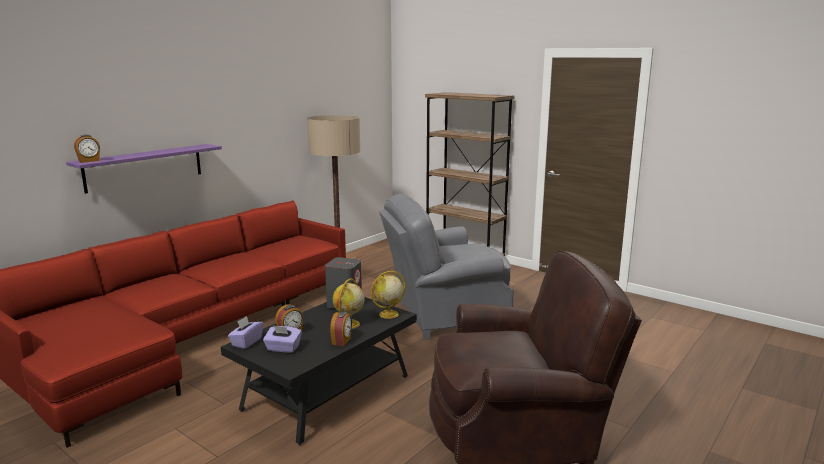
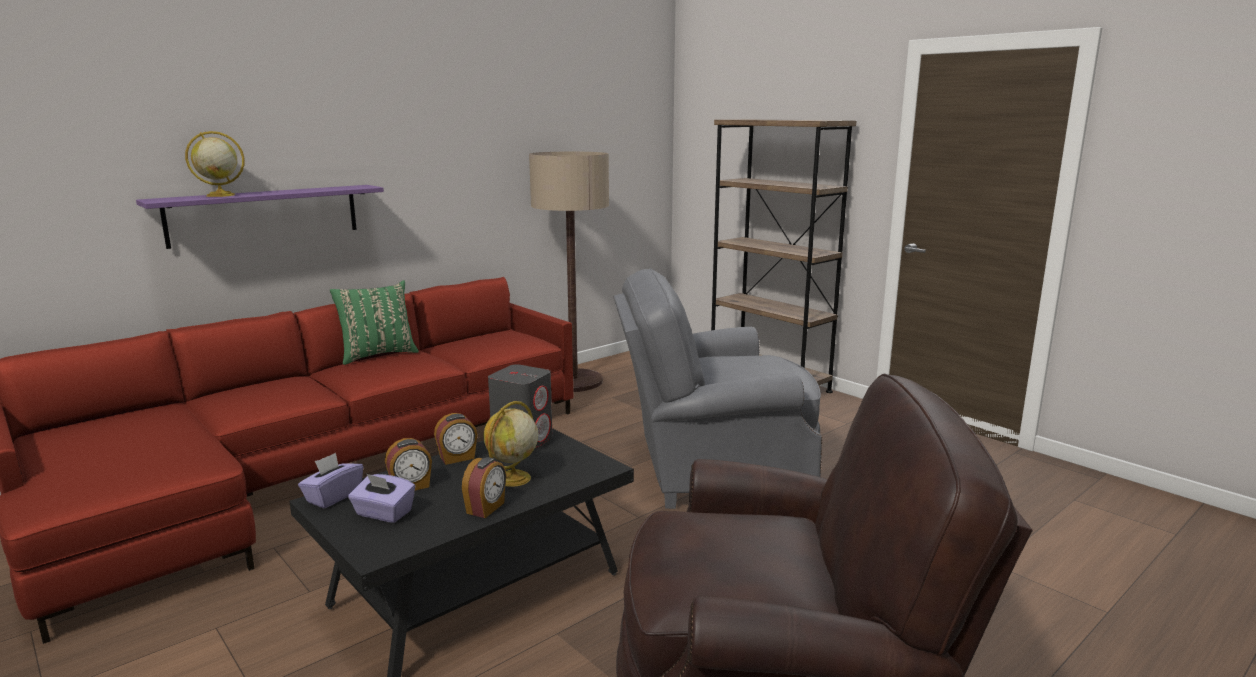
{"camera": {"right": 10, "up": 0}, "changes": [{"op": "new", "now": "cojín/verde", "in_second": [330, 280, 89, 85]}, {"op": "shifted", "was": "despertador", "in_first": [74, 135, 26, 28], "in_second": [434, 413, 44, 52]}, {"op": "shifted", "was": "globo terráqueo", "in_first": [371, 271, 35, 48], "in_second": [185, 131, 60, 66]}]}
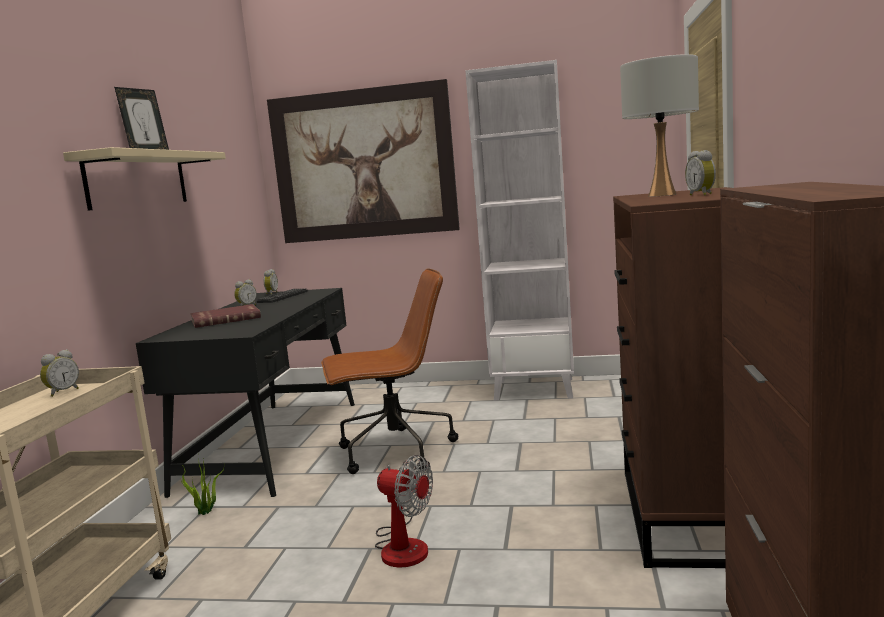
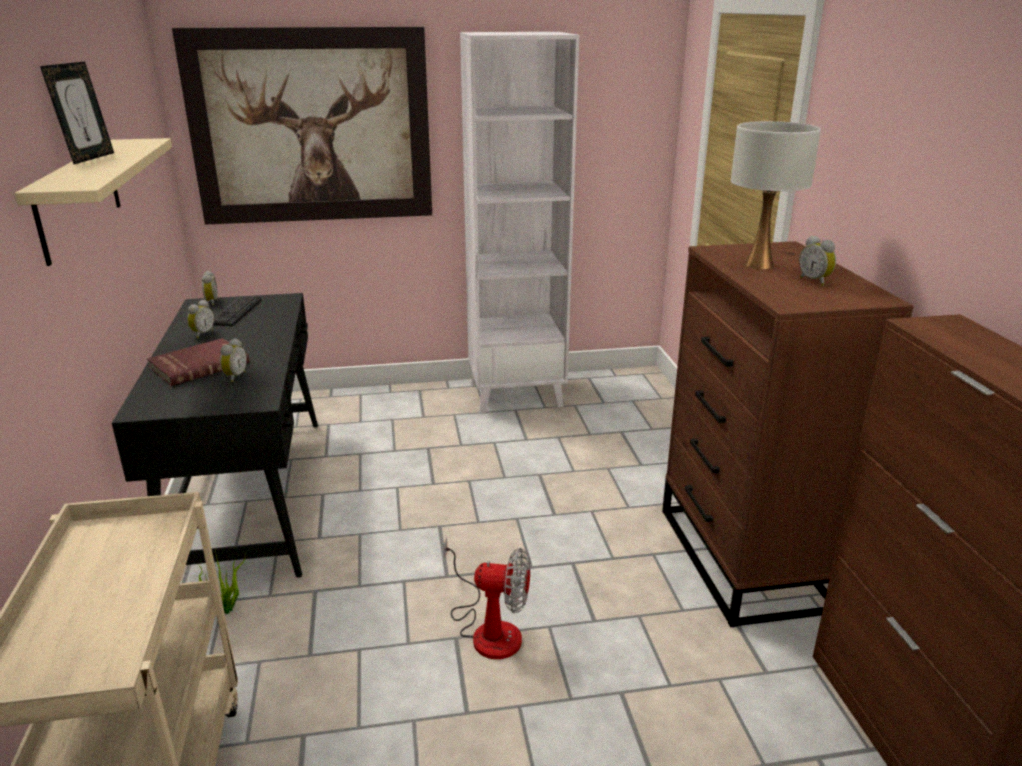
{"camera": {"right": -20, "up": 15}, "changes": [{"op": "gone", "was": "silla de oficina/marrón", "in_first": [321, 268, 137, 206]}, {"op": "shifted", "was": "despertador", "in_first": [40, 349, 39, 48], "in_second": [220, 338, 27, 44]}]}
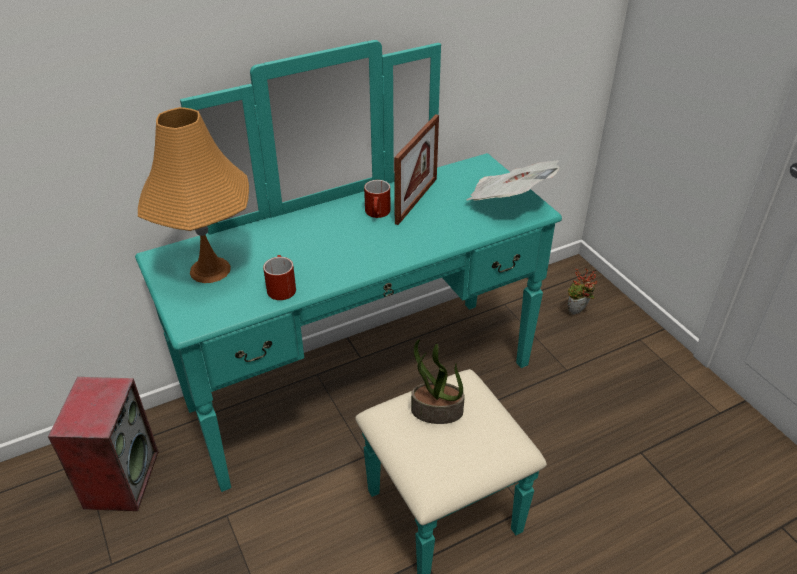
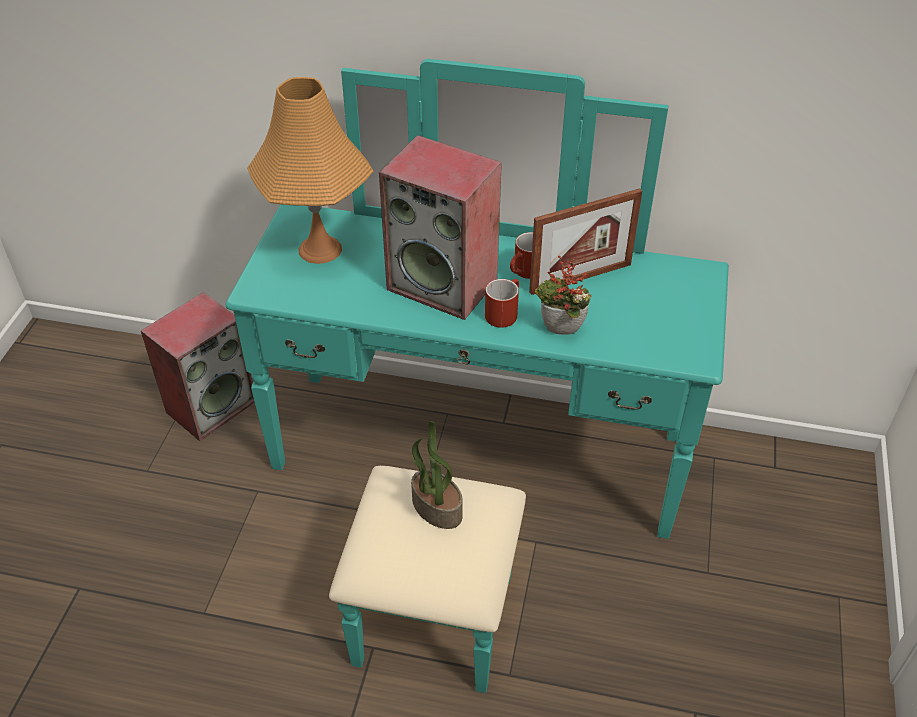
{"camera": {"right": 40, "up": 5}, "changes": [{"op": "gone", "was": "periódico", "in_first": [466, 160, 93, 41]}, {"op": "new", "now": "altavoz", "in_second": [379, 135, 123, 185]}, {"op": "shifted", "was": "taza grande/rojo", "in_first": [263, 255, 33, 45], "in_second": [485, 279, 34, 49]}, {"op": "shifted", "was": "planta en maceta", "in_first": [568, 268, 30, 46], "in_second": [535, 256, 57, 79]}]}
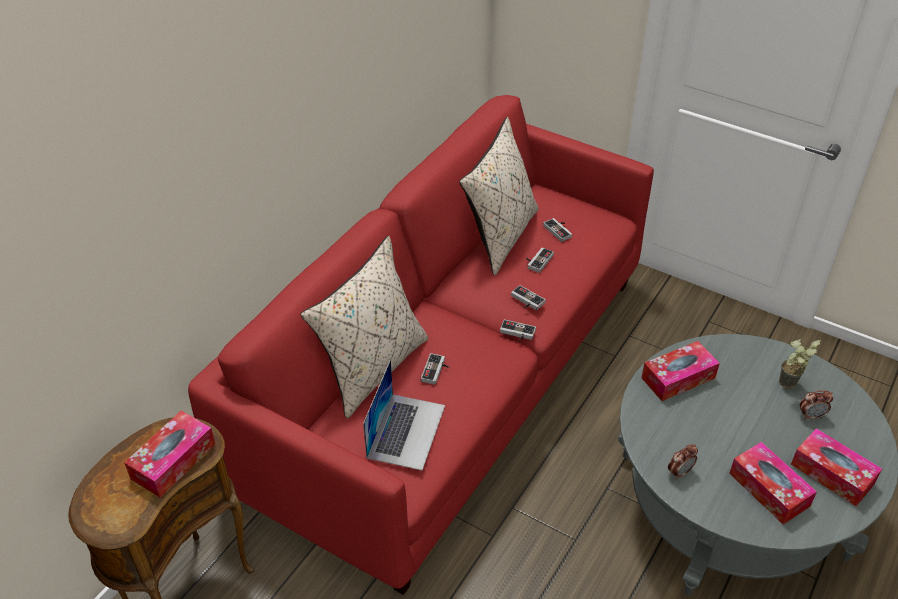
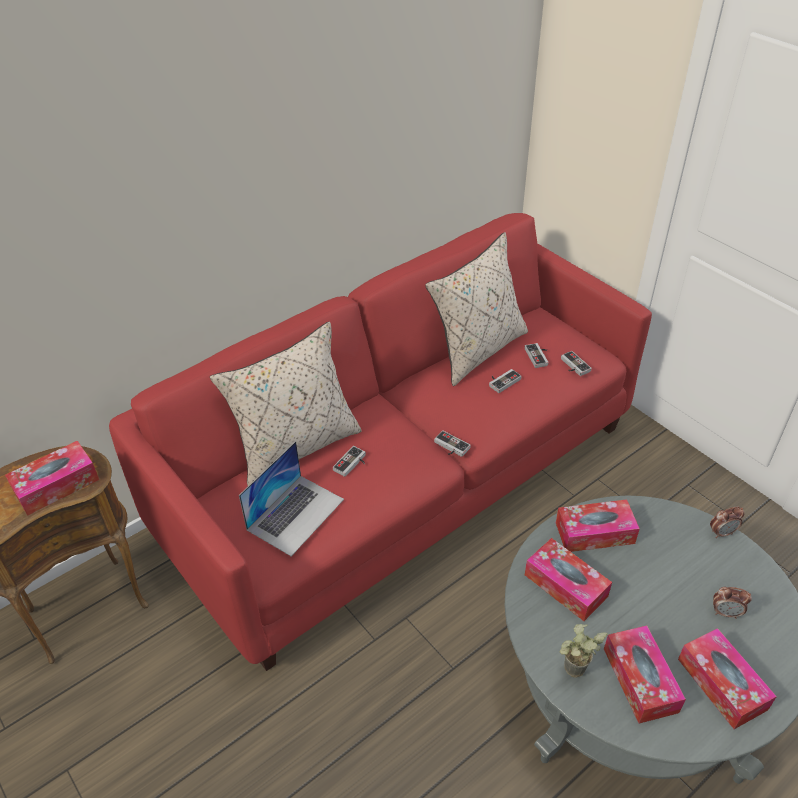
{"camera": {"right": 20, "up": 0}, "changes": [{"op": "new", "now": "caja de pañuelos", "in_second": [525, 538, 87, 83]}, {"op": "shifted", "was": "mando de consola", "in_first": [511, 285, 35, 25], "in_second": [561, 351, 31, 25]}, {"op": "shifted", "was": "despertador", "in_first": [668, 444, 30, 36], "in_second": [710, 506, 34, 32]}, {"op": "shifted", "was": "planta en maceta", "in_first": [779, 339, 42, 50], "in_second": [559, 624, 49, 54]}]}
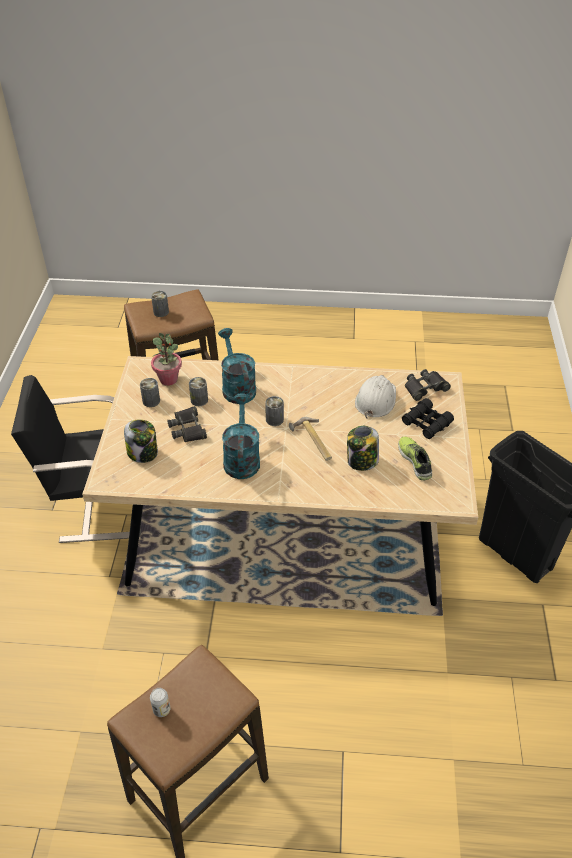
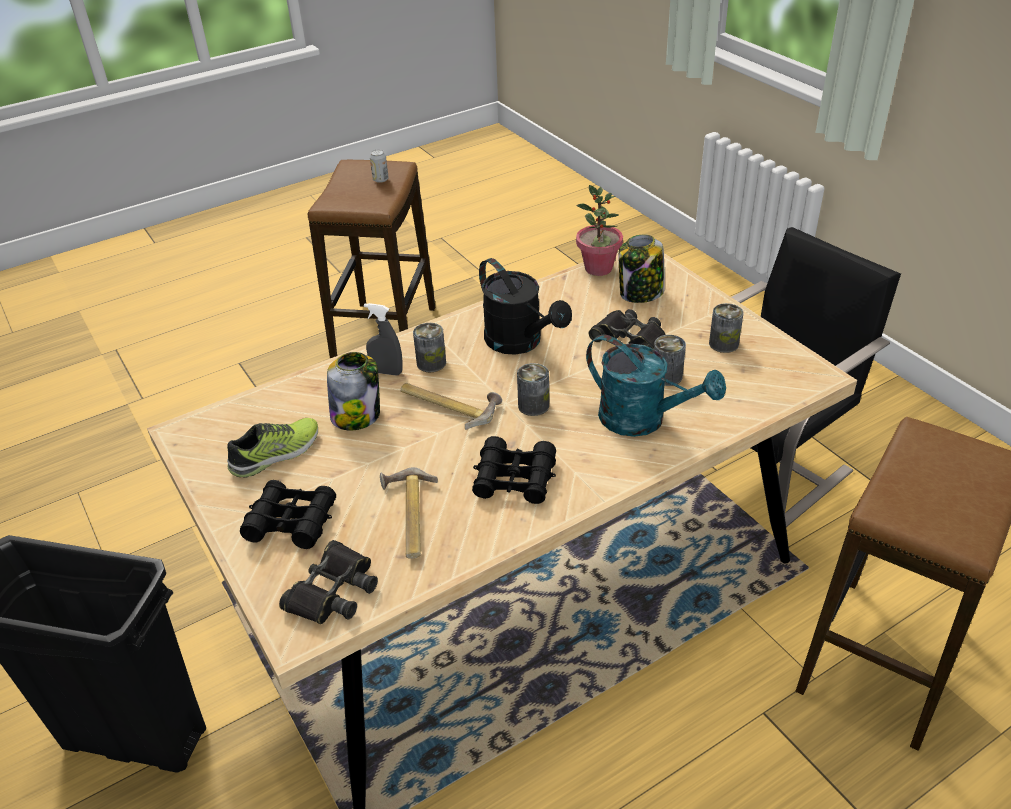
{"camera": {"right": 145, "up": -5}, "changes": [{"op": "new", "now": "pulverizador/gris", "in_second": [364, 303, 39, 73]}, {"op": "new", "now": "prismáticos/negro", "in_second": [472, 436, 84, 68]}, {"op": "shifted", "was": "lata", "in_first": [151, 291, 18, 26], "in_second": [413, 323, 33, 49]}, {"op": "shifted", "was": "planta en maceta", "in_first": [151, 333, 31, 53], "in_second": [576, 185, 47, 91]}, {"op": "swapped", "was": "casco/blanco", "now": "martillo", "in_first": [355, 375, 41, 43], "in_second": [380, 467, 58, 92]}, {"op": "repainted", "was": "regadera/turquesa", "now": "regadera/negro", "in_first": [222, 393, 38, 86], "in_second": [479, 258, 93, 97]}, {"op": "rotated", "was": "zapato", "in_first": [398, 437, 34, 43], "in_second": [227, 418, 91, 59], "clockwise": -75}]}
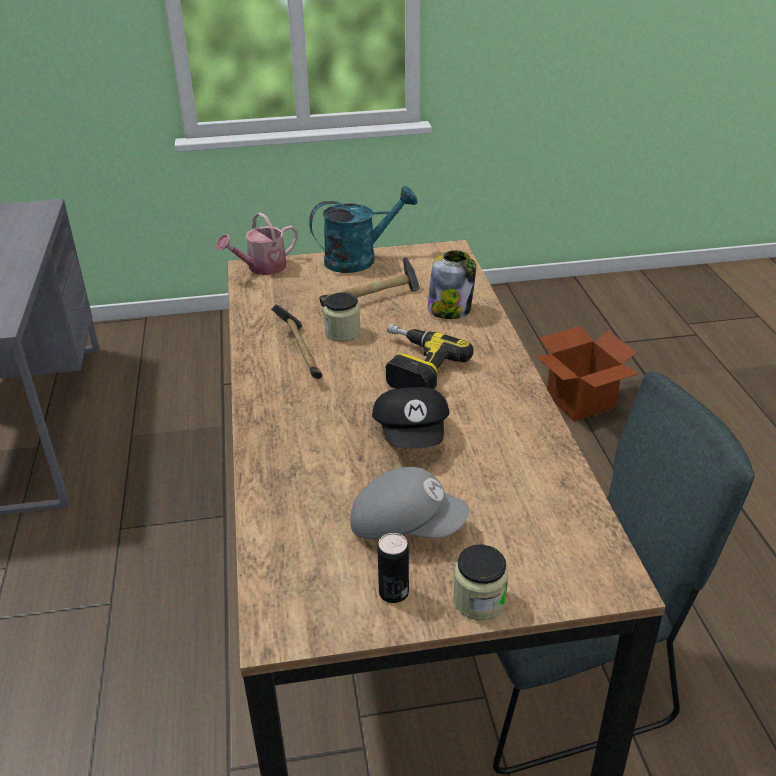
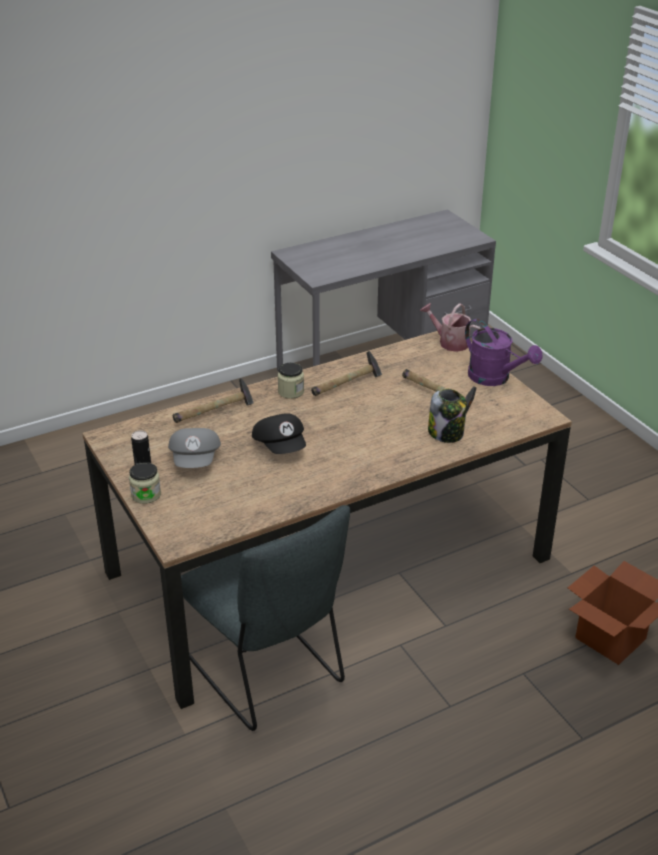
{"camera": {"right": 70, "up": 0}, "changes": [{"op": "gone", "was": "taladro", "in_first": [386, 324, 88, 65]}, {"op": "new", "now": "martillo", "in_second": [173, 378, 81, 45]}, {"op": "shifted", "was": "tarro", "in_first": [323, 292, 38, 50], "in_second": [278, 363, 26, 36]}, {"op": "repainted", "was": "regadera/turquesa", "now": "regadera/morado", "in_first": [309, 186, 109, 87], "in_second": [465, 319, 77, 67]}, {"op": "rotated", "was": "gorra/negro", "in_first": [372, 387, 77, 62], "in_second": [252, 413, 54, 41], "clockwise": -90}]}
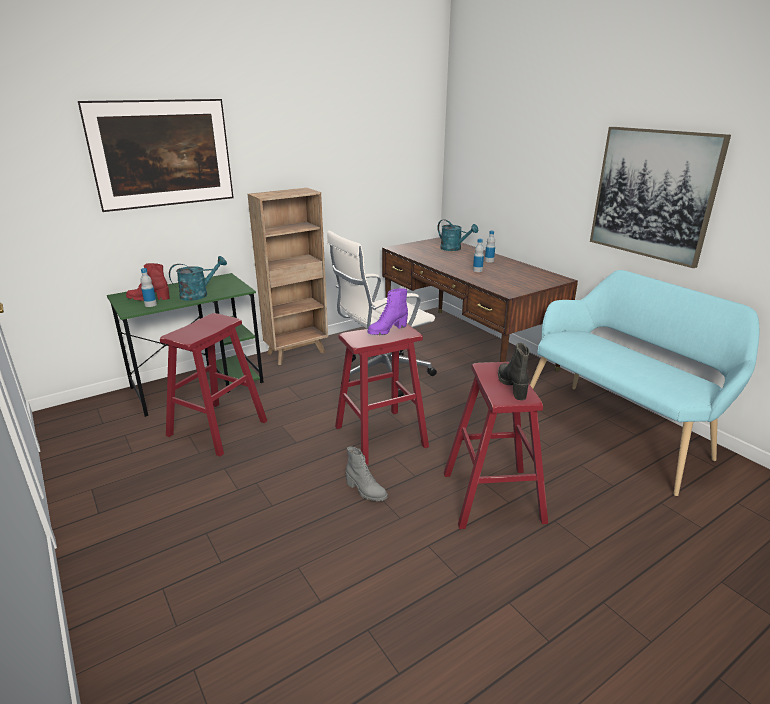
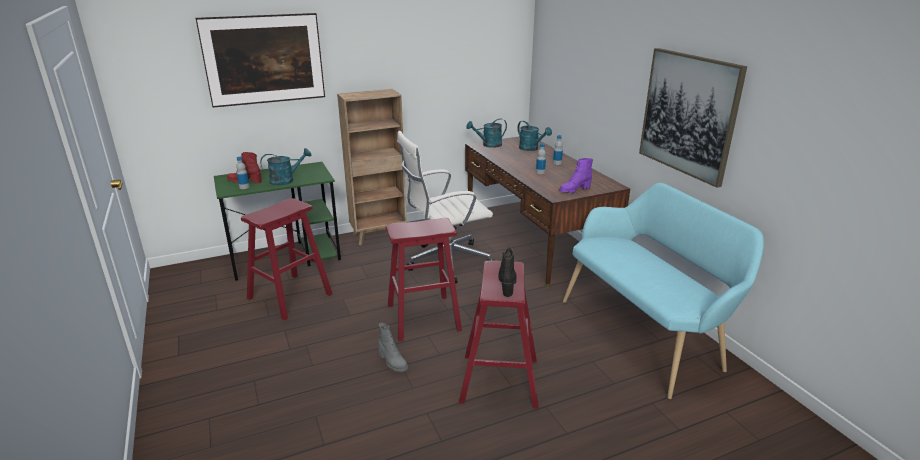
{"camera": {"right": 10, "up": 0}, "changes": [{"op": "new", "now": "regadera/turquesa", "in_second": [466, 118, 41, 30]}, {"op": "shifted", "was": "bota/morado", "in_first": [368, 288, 40, 47], "in_second": [559, 158, 34, 35]}]}
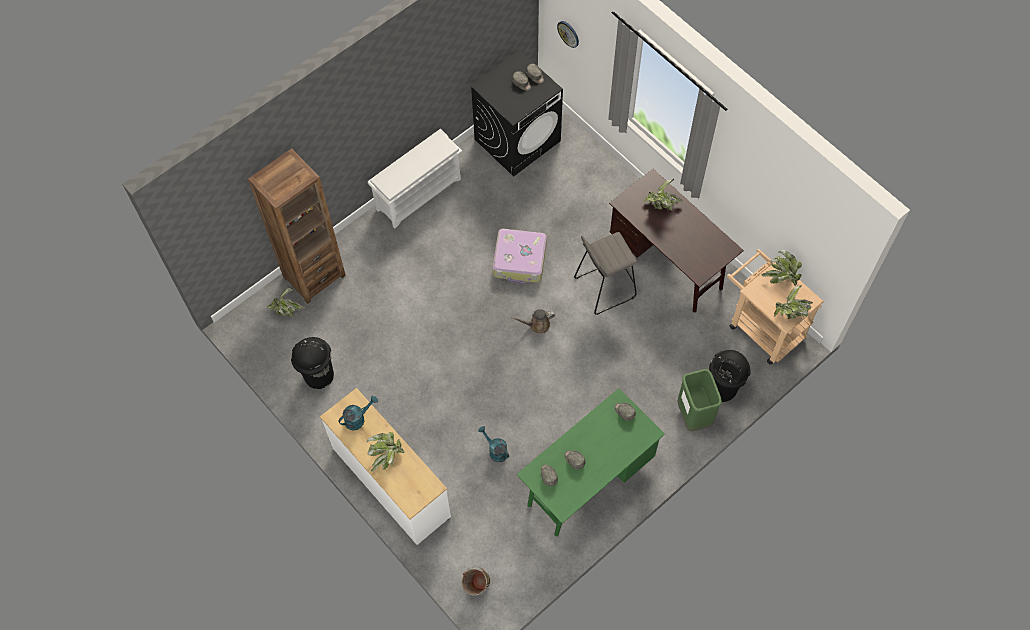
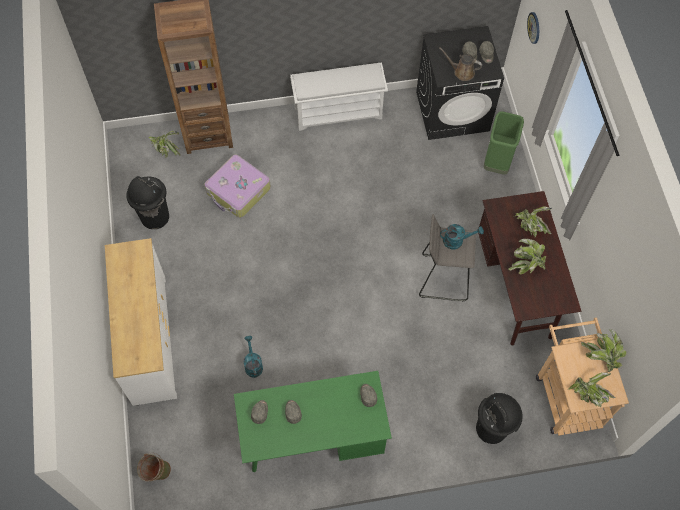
{"camera": {"right": 30, "up": 0}, "changes": [{"op": "shifted", "was": "regadera/turquesa", "in_first": [339, 396, 39, 34], "in_second": [440, 224, 44, 25]}, {"op": "shifted", "was": "planta en maceta", "in_first": [366, 432, 38, 40], "in_second": [508, 239, 38, 35]}, {"op": "shifted", "was": "maleta", "in_first": [493, 229, 54, 55], "in_second": [204, 155, 67, 63]}, {"op": "shifted", "was": "regadera/marrón", "in_first": [511, 309, 44, 24], "in_second": [439, 48, 43, 33]}, {"op": "shifted", "was": "papelera/verde", "in_first": [678, 369, 44, 63], "in_second": [484, 111, 40, 64]}]}
